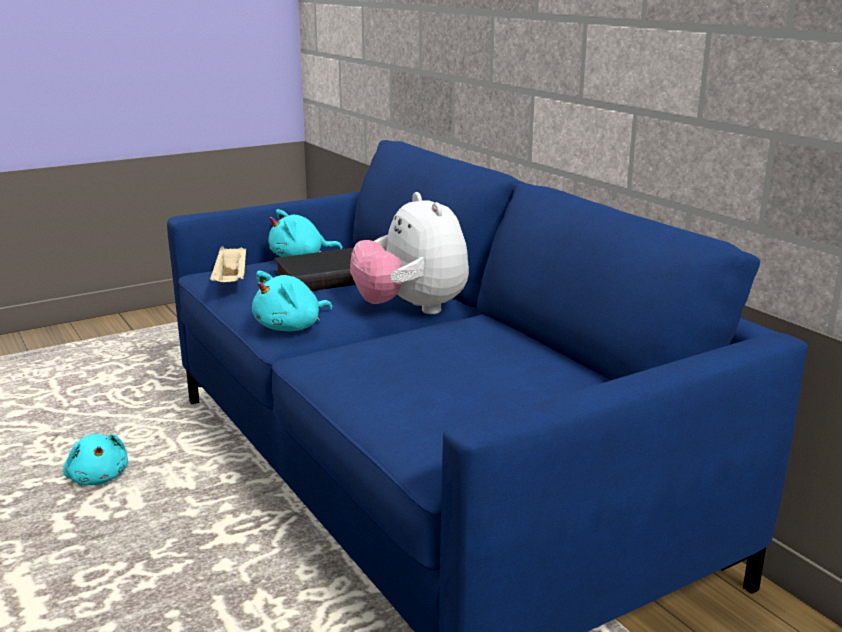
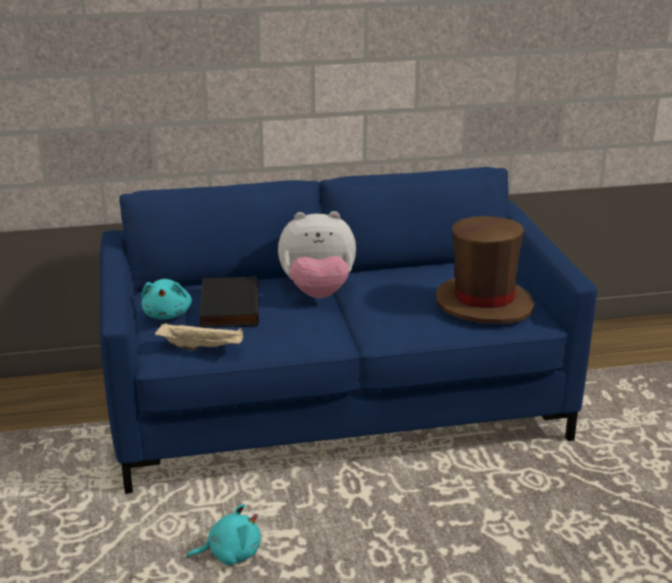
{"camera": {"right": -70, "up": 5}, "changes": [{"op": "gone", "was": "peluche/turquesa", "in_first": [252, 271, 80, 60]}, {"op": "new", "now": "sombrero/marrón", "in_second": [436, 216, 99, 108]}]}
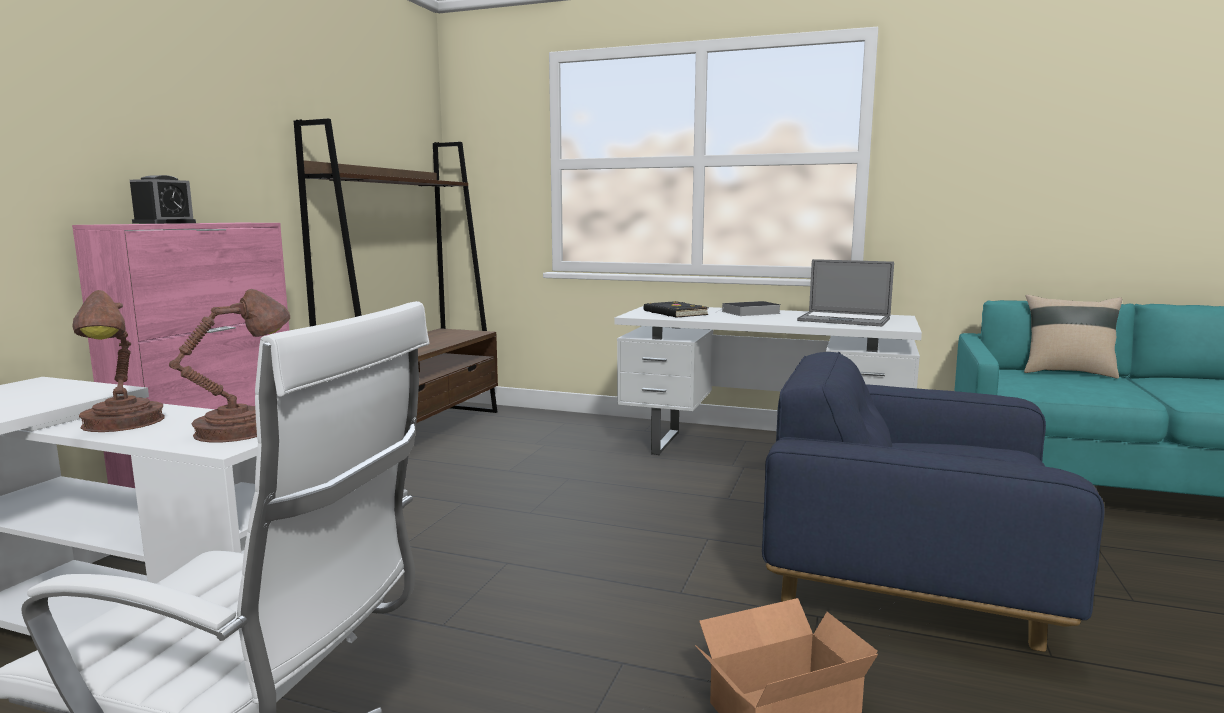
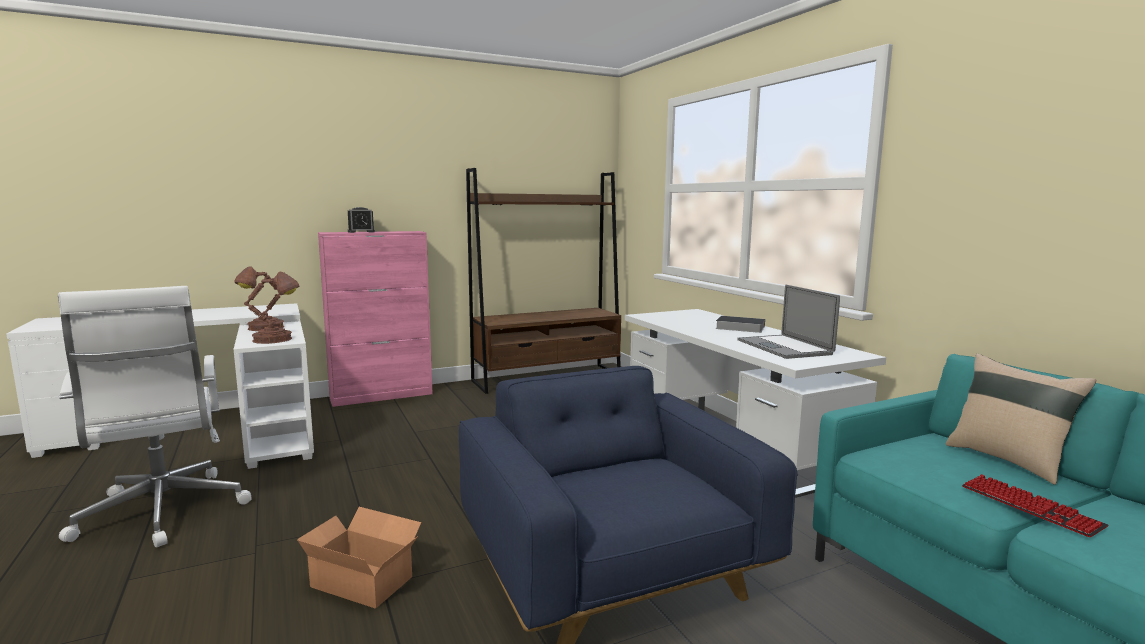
{"camera": {"right": 45, "up": 0}, "changes": [{"op": "gone", "was": "libro/negro", "in_first": [644, 301, 65, 17]}, {"op": "new", "now": "teclado", "in_second": [962, 474, 147, 63]}]}
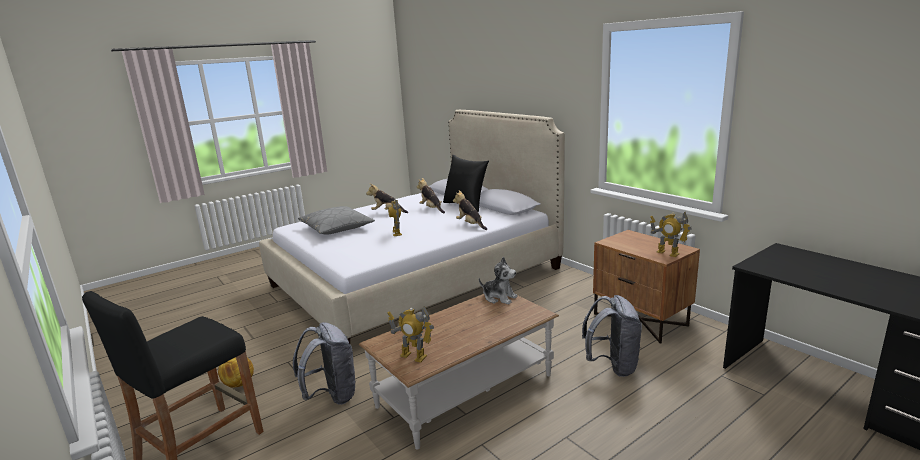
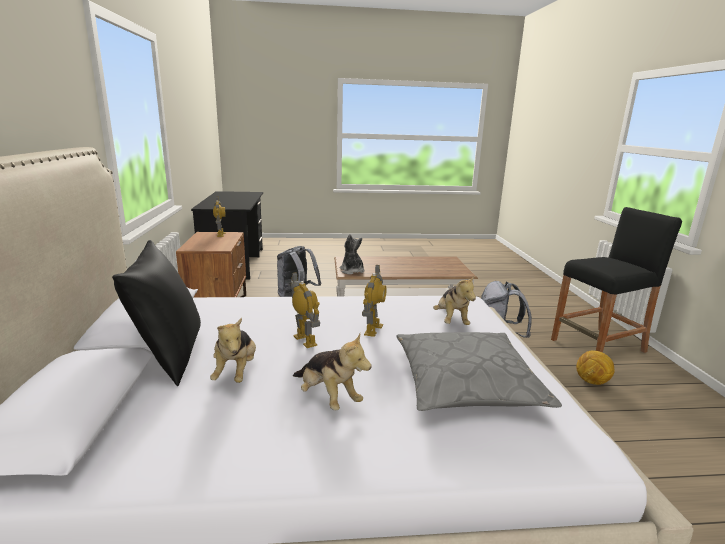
{"camera": {"right": -150, "up": 0}, "changes": [{"op": "shifted", "was": "robot de juguete", "in_first": [387, 306, 47, 57], "in_second": [291, 272, 29, 76]}, {"op": "shifted", "was": "peluche", "in_first": [453, 190, 34, 40], "in_second": [433, 275, 43, 50]}]}
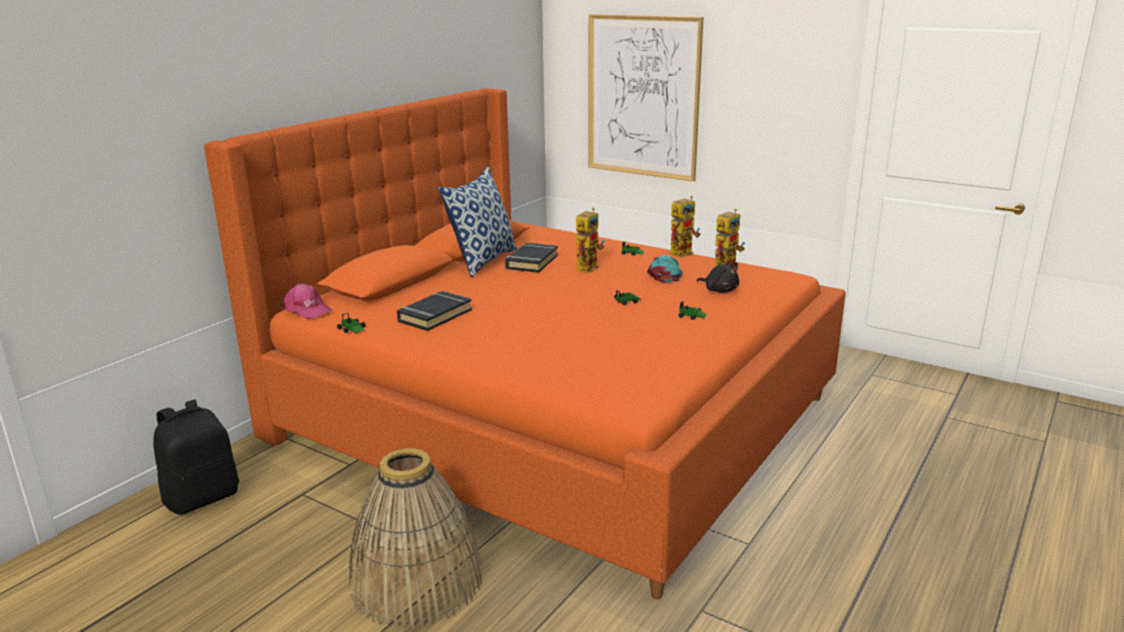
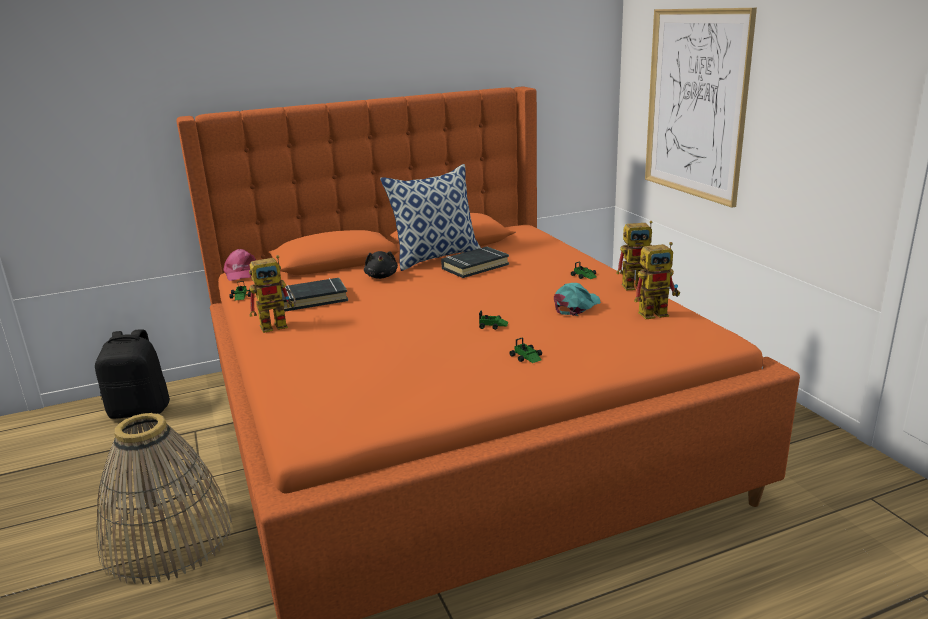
{"camera": {"right": 35, "up": 0}, "changes": [{"op": "shifted", "was": "robot de juguete", "in_first": [576, 208, 29, 65], "in_second": [249, 255, 47, 78]}, {"op": "shifted", "was": "peluche/negro", "in_first": [696, 262, 43, 31], "in_second": [364, 251, 34, 28]}]}
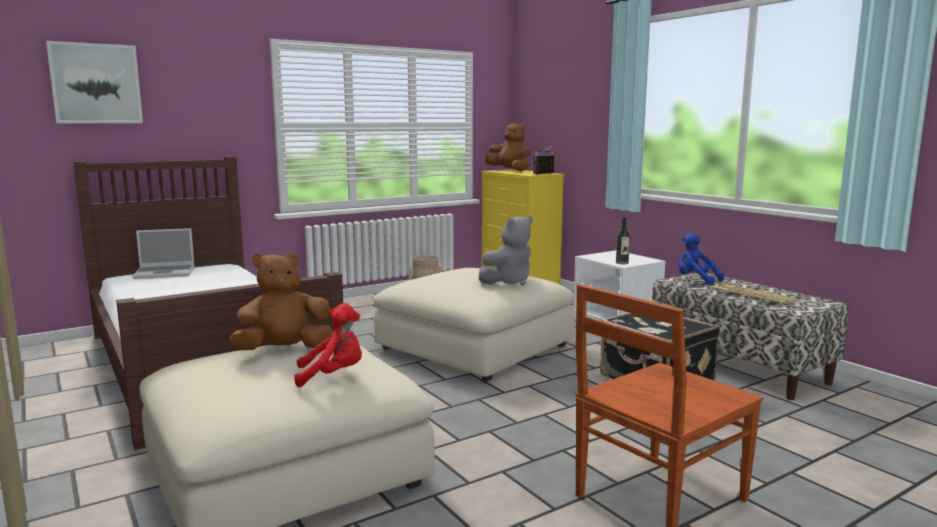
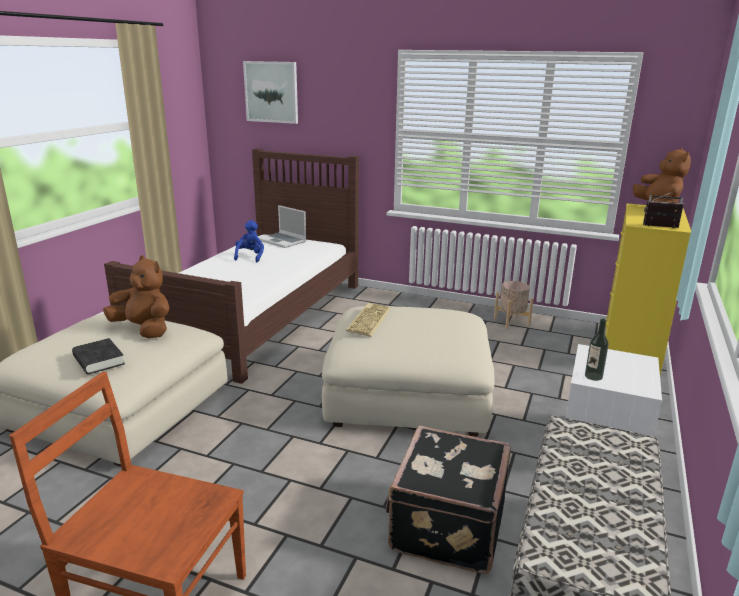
{"camera": {"right": 55, "up": 10}, "changes": [{"op": "gone", "was": "peluche/gris", "in_first": [479, 216, 54, 70]}, {"op": "shifted", "was": "peluche/azul", "in_first": [679, 233, 45, 52], "in_second": [234, 220, 30, 43]}, {"op": "shifted", "was": "teclado", "in_first": [712, 284, 89, 21], "in_second": [346, 303, 45, 34]}, {"op": "swapped", "was": "peluche/rojo", "now": "libro/negro", "in_first": [294, 303, 68, 84], "in_second": [72, 338, 53, 36]}]}
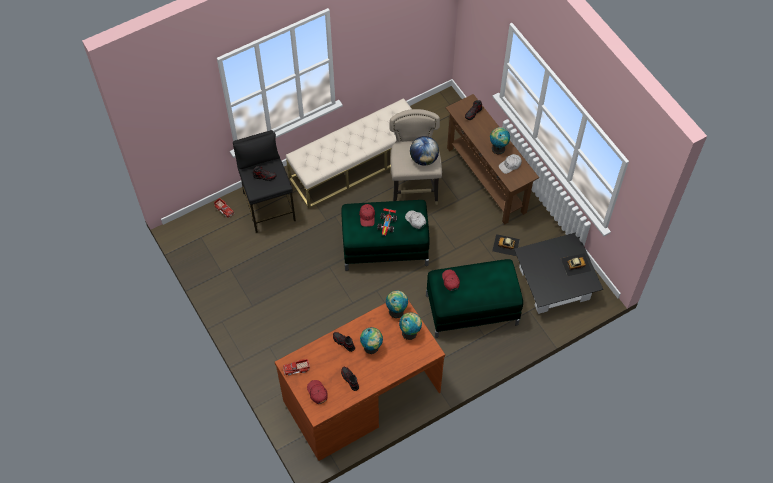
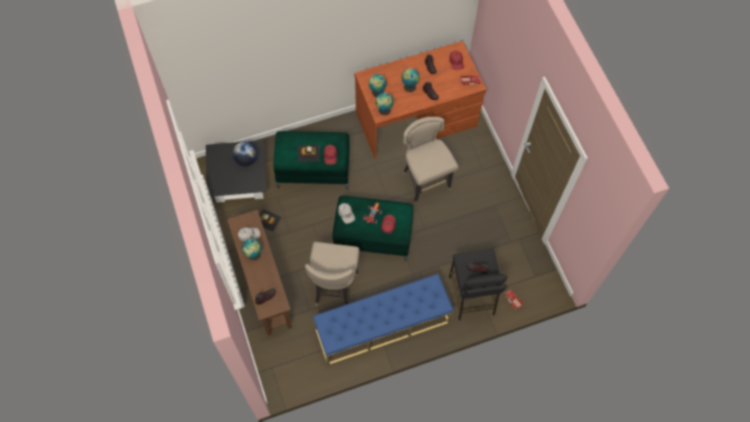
{"camera": {"right": -170, "up": 5}, "changes": [{"op": "new", "now": "taburete/beis", "in_second": [402, 117, 56, 87]}, {"op": "shifted", "was": "globo terráqueo", "in_first": [410, 136, 29, 30], "in_second": [232, 141, 26, 25]}, {"op": "shifted", "was": "coche de juguete", "in_first": [561, 253, 30, 23], "in_second": [298, 145, 22, 17]}, {"op": "repainted", "was": "banco/beis", "now": "banco/azul", "in_first": [286, 98, 126, 110], "in_second": [313, 274, 141, 91]}]}
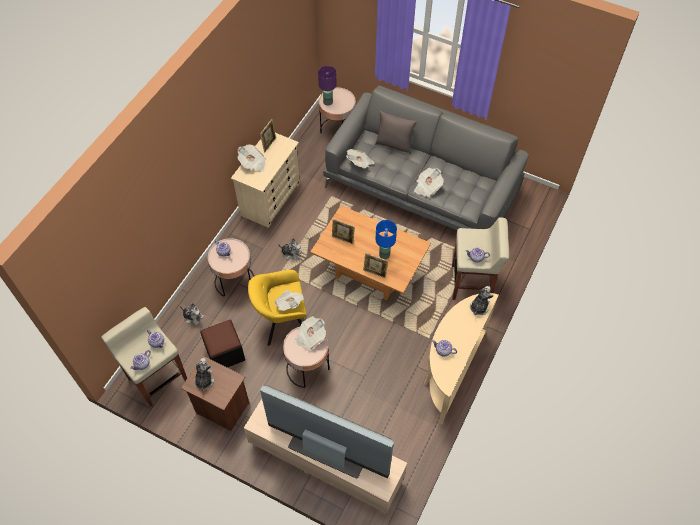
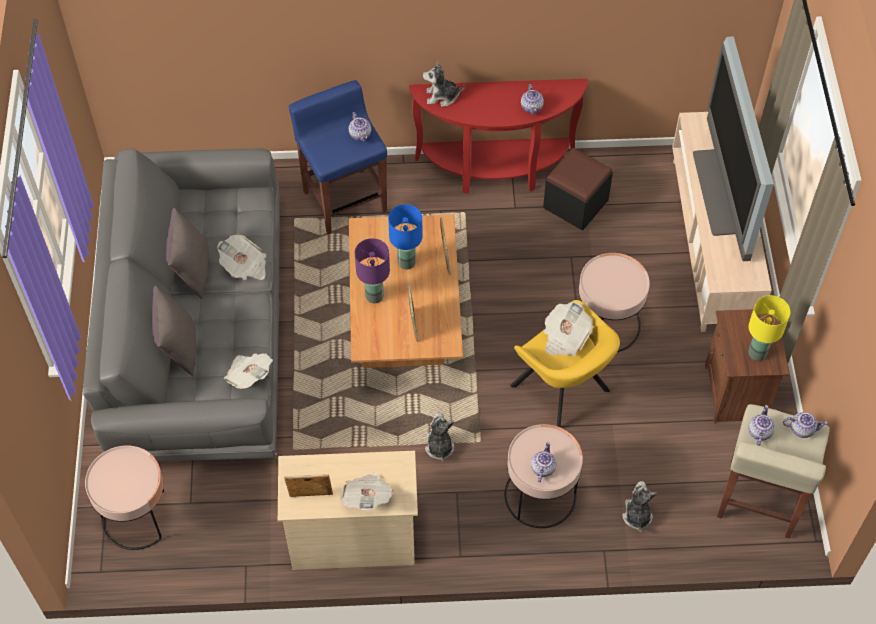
{"camera": {"right": -120, "up": 0}, "changes": [{"op": "gone", "was": "periódico", "in_first": [294, 316, 32, 35]}, {"op": "new", "now": "cojín/gris", "in_second": [166, 208, 43, 91]}, {"op": "shifted", "was": "puf/negro", "in_first": [200, 320, 45, 47], "in_second": [543, 148, 70, 82]}, {"op": "shifted", "was": "lámpara de mesa/morado", "in_first": [318, 66, 18, 40], "in_second": [355, 238, 35, 65]}, {"op": "swapped", "was": "peluche", "now": "lámpara de mesa/amarillo", "in_first": [194, 358, 20, 33], "in_second": [748, 295, 42, 66]}, {"op": "repainted", "was": "mesa consola/beis", "now": "mesa consola/rojo", "in_first": [424, 293, 75, 131], "in_second": [409, 79, 179, 115]}, {"op": "repainted", "was": "taburete/beis", "now": "taburete/azul", "in_first": [452, 217, 57, 83], "in_second": [289, 80, 98, 154]}]}
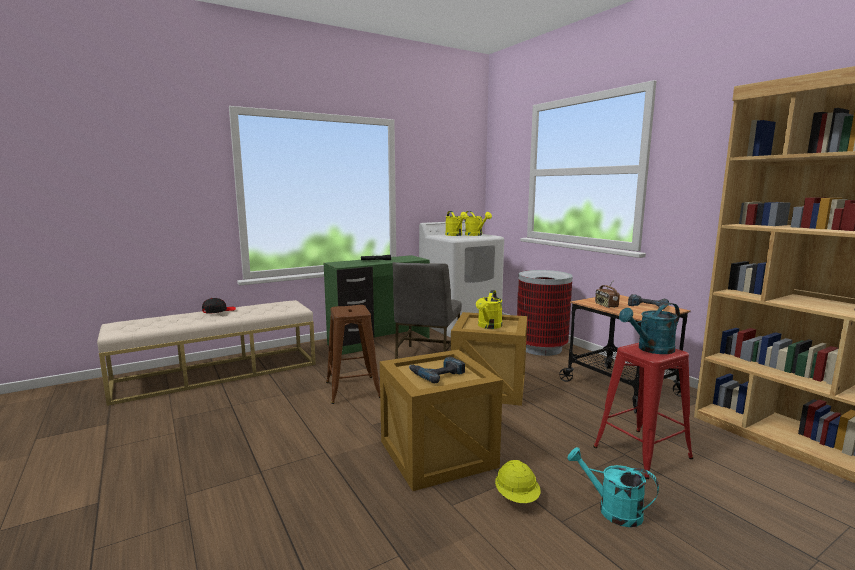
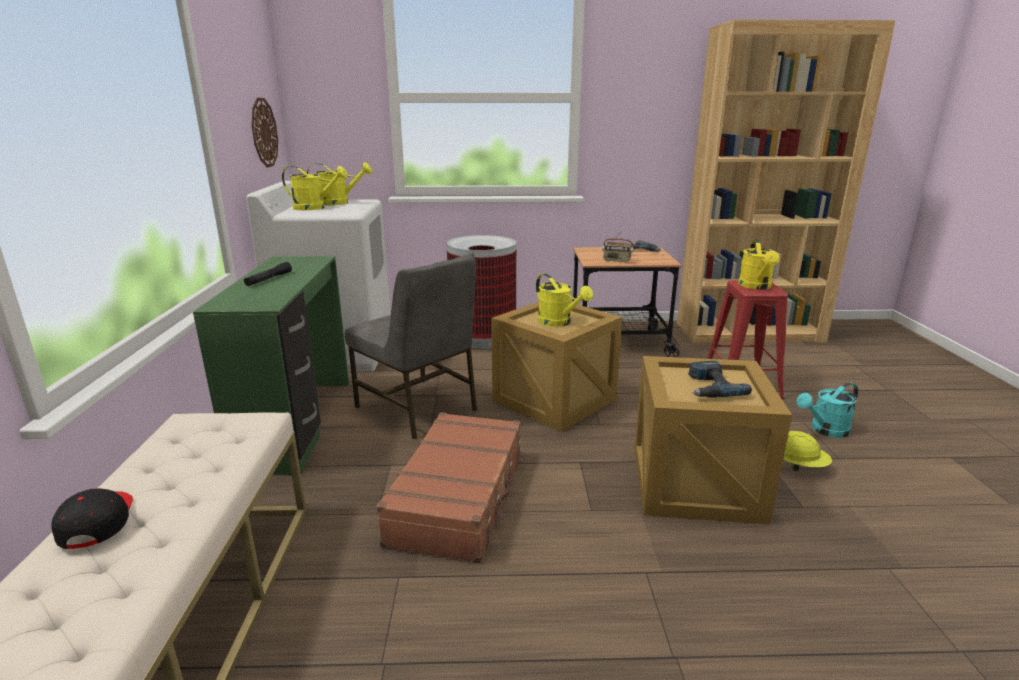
{"camera": {"right": -60, "up": 10}, "changes": [{"op": "new", "now": "reloj de pared", "in_second": [251, 98, 27, 70]}, {"op": "swapped", "was": "taburete/marrón", "now": "maleta/marrón", "in_first": [326, 305, 54, 99], "in_second": [376, 412, 149, 151]}, {"op": "repainted", "was": "regadera/turquesa", "now": "regadera/amarillo", "in_first": [619, 303, 61, 51], "in_second": [738, 239, 42, 51]}]}
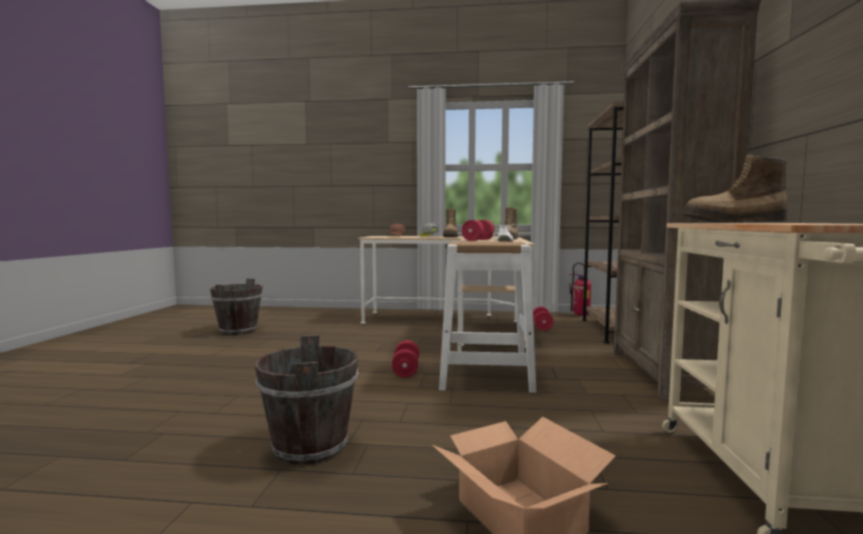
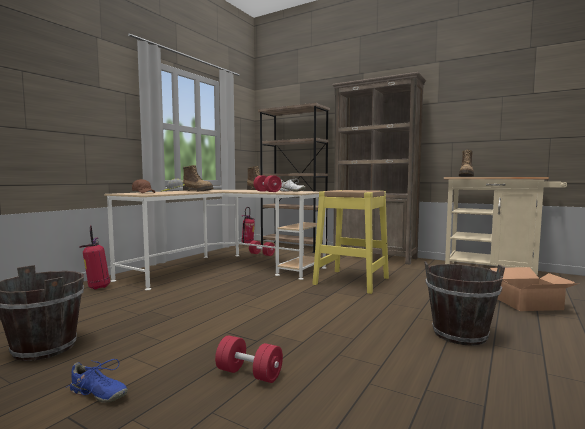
{"camera": {"right": -65, "up": 0}, "changes": [{"op": "new", "now": "zapato/azul", "in_second": [66, 359, 62, 44]}, {"op": "new", "now": "extintor", "in_second": [79, 225, 31, 65]}, {"op": "shifted", "was": "mancuerna/rojo", "in_first": [392, 340, 27, 38], "in_second": [215, 335, 68, 48]}, {"op": "repainted", "was": "taburete/blanco", "now": "taburete/amarillo", "in_first": [439, 241, 98, 152], "in_second": [312, 190, 77, 104]}]}
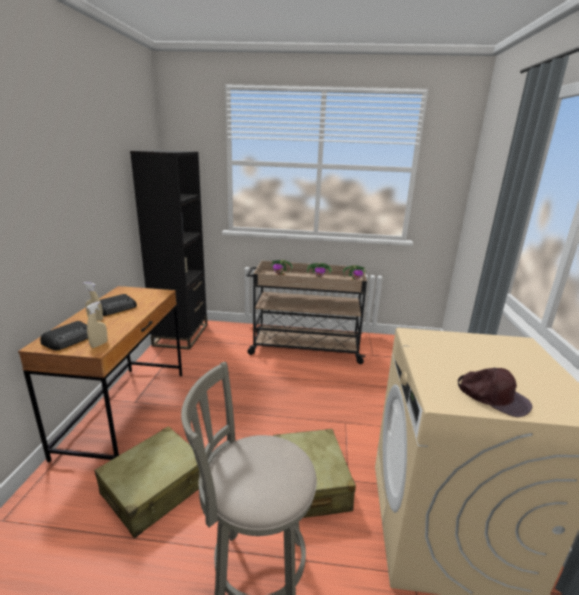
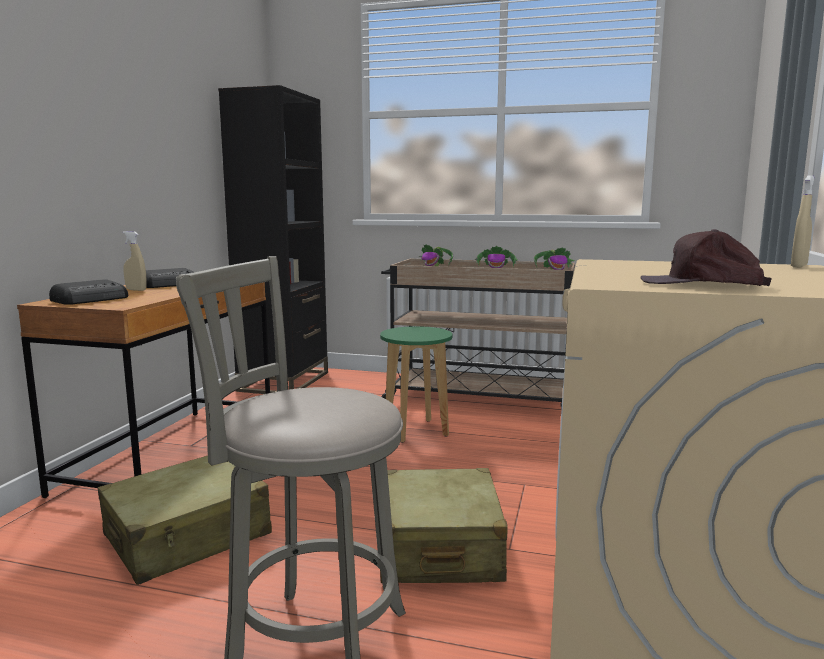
{"camera": {"right": 10, "up": -10}, "changes": [{"op": "new", "now": "taburete/verde", "in_second": [380, 326, 72, 117]}, {"op": "shifted", "was": "pulverizador/beis", "in_first": [86, 302, 22, 46], "in_second": [791, 176, 23, 92]}, {"op": "rotated", "was": "gorra/marrón", "in_first": [458, 368, 74, 49], "in_second": [641, 229, 131, 57], "clockwise": 150}]}
